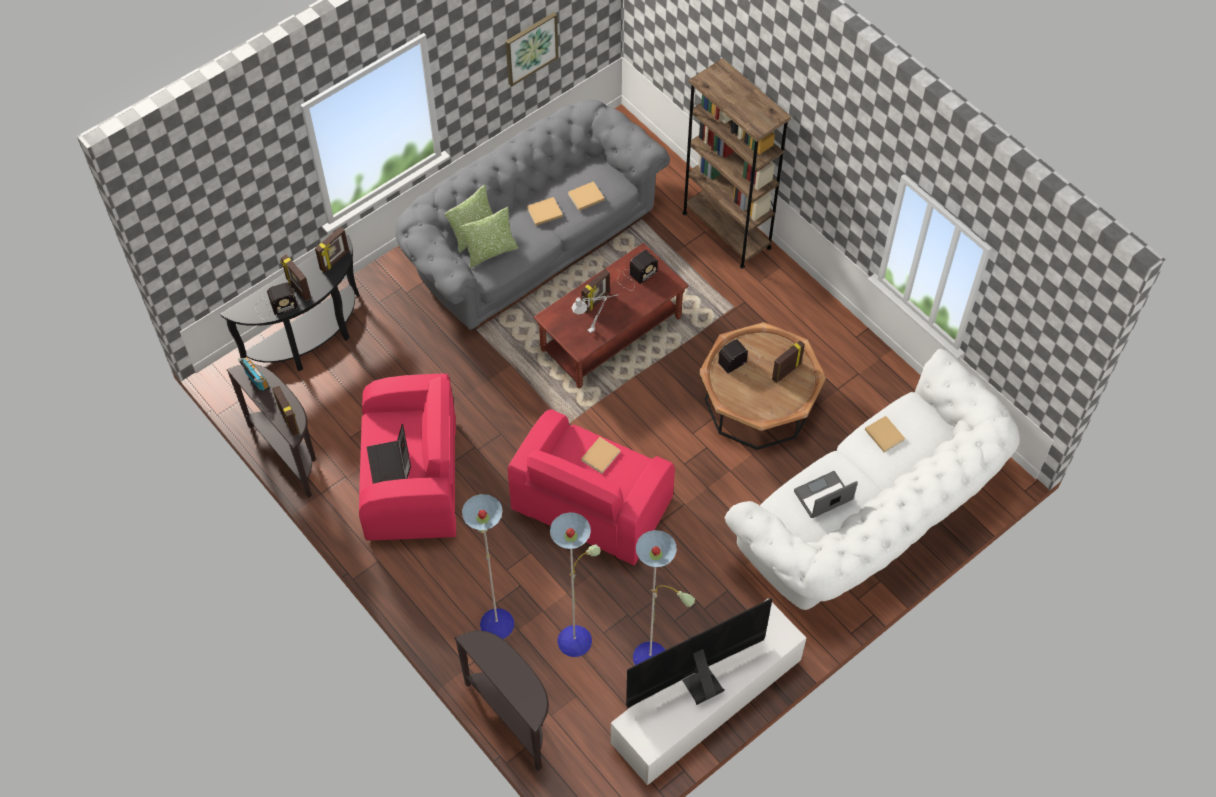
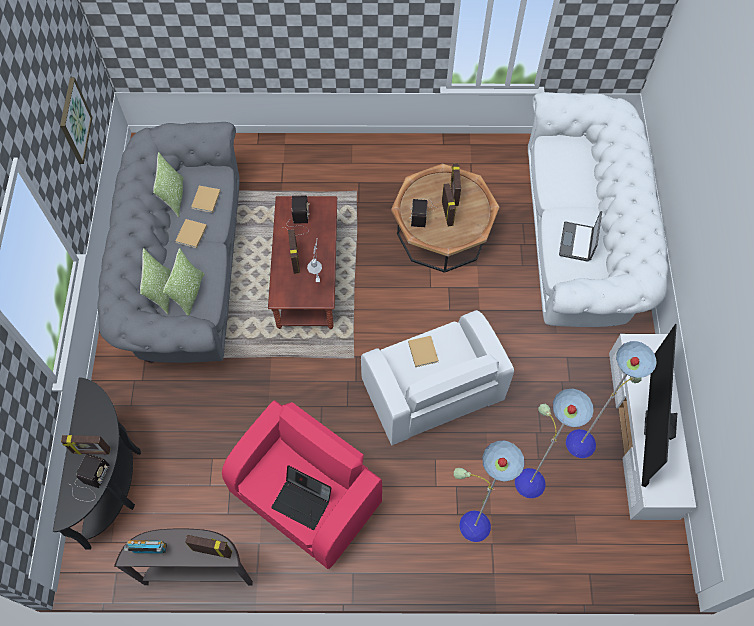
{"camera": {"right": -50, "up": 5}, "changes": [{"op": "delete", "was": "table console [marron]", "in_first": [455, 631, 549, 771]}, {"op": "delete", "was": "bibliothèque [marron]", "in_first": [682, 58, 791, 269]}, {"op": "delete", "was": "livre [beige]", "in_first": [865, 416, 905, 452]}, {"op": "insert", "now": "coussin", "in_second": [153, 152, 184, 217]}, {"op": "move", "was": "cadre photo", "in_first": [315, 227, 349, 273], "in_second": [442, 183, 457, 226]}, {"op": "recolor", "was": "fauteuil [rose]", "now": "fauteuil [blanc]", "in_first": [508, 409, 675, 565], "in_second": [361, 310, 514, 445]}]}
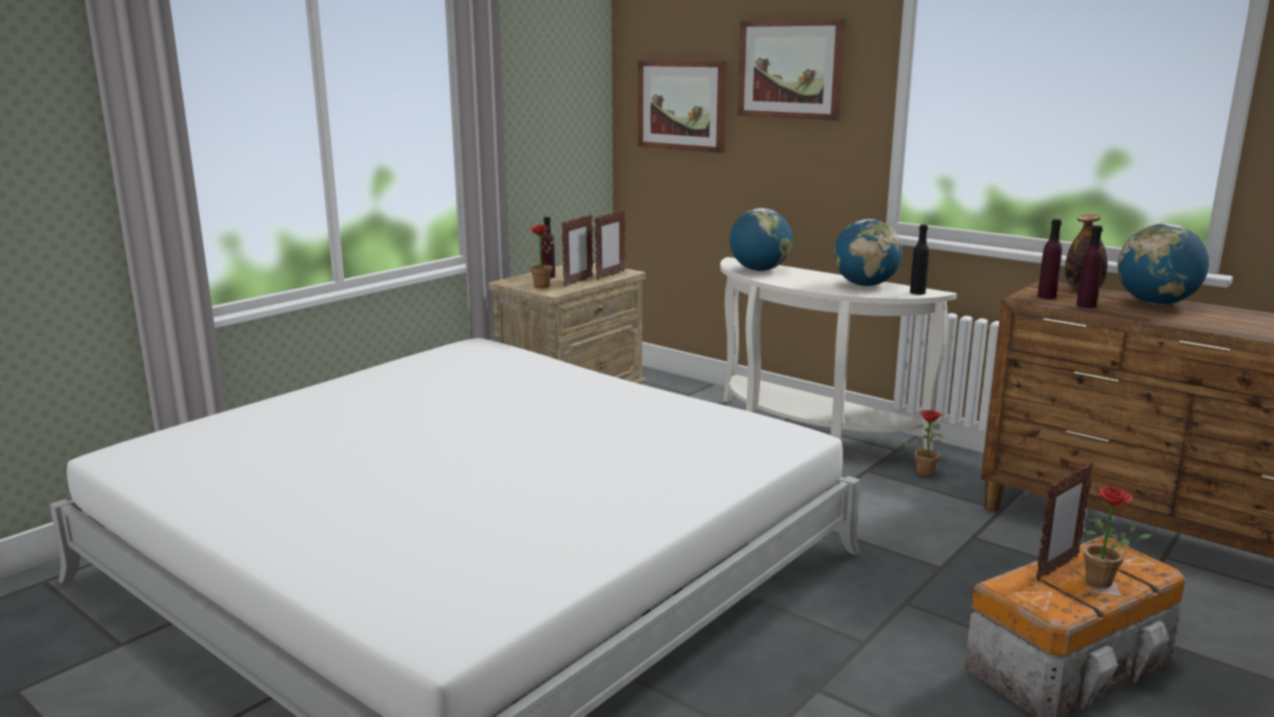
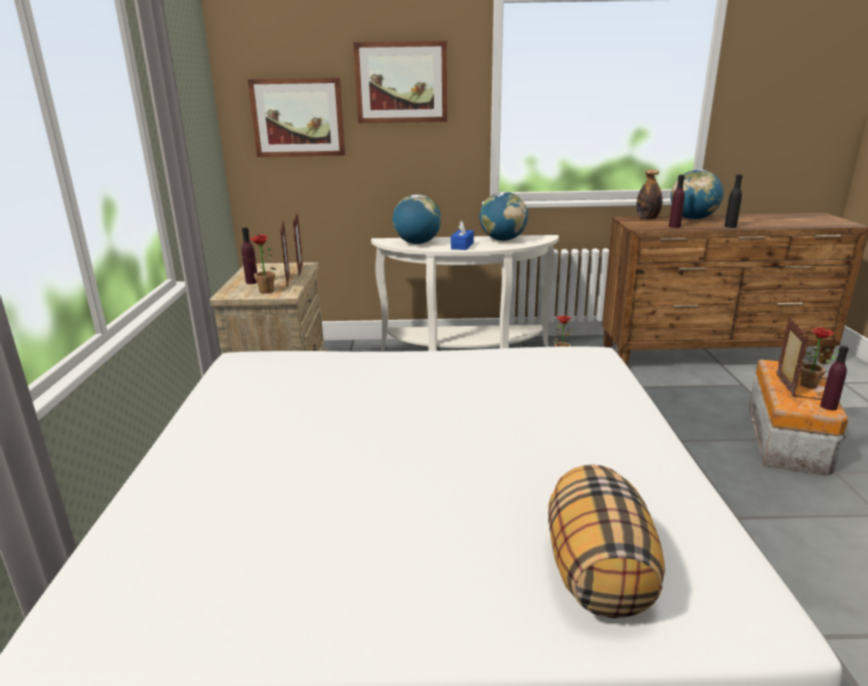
{"camera": {"right": -40, "up": 5}, "changes": [{"op": "insert", "now": "boîte à mouchoirs [bleu]", "in_second": [451, 220, 474, 250]}, {"op": "insert", "now": "coussin", "in_second": [548, 465, 665, 618]}, {"op": "move", "was": "bouteille [noir]", "in_first": [910, 225, 929, 295], "in_second": [725, 174, 743, 228]}, {"op": "move", "was": "bouteille [violet]", "in_first": [1037, 219, 1062, 299], "in_second": [820, 345, 849, 410]}]}
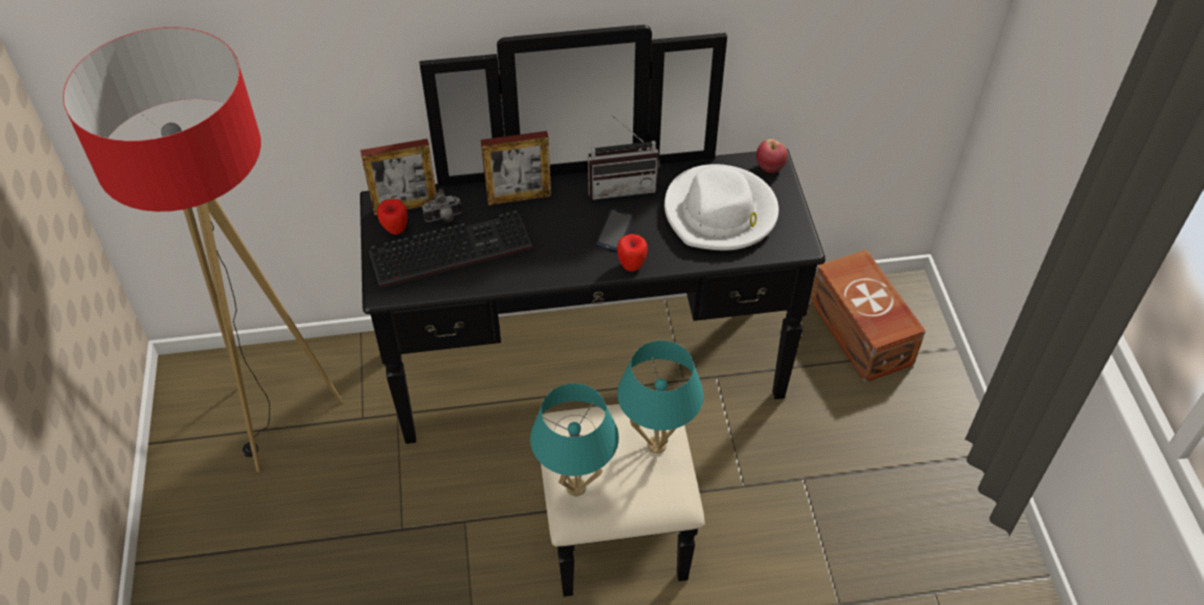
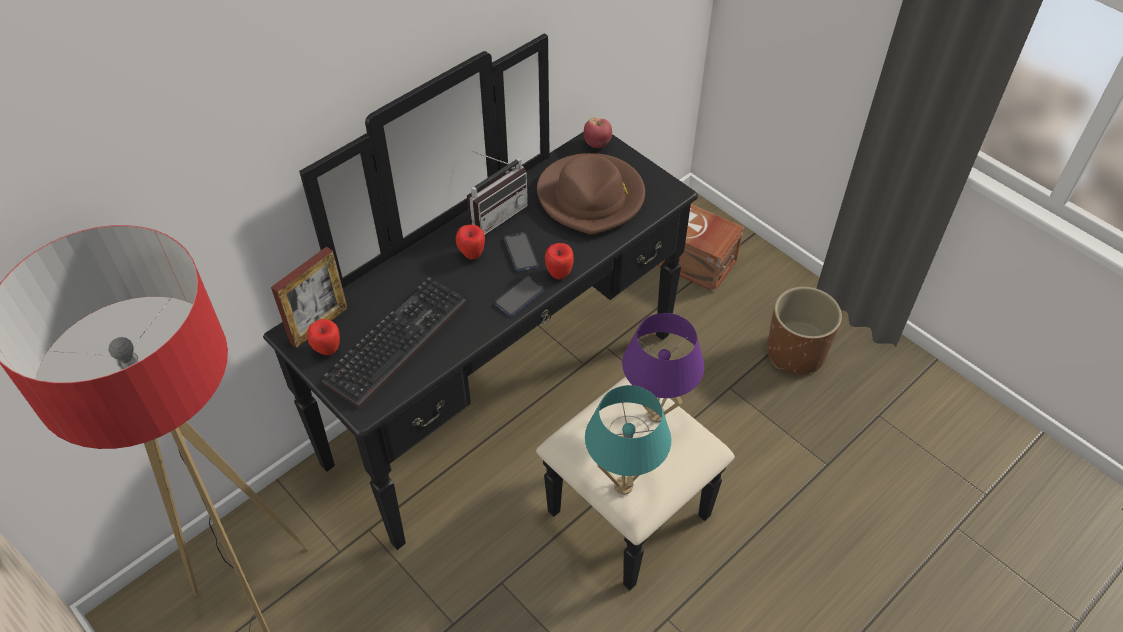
{"camera": {"right": -35, "up": 0}, "changes": [{"op": "delete", "was": "appareil photo", "in_first": [422, 189, 462, 222]}, {"op": "delete", "was": "cadre photo", "in_first": [481, 131, 551, 205]}, {"op": "insert", "now": "pomme", "in_second": [456, 225, 485, 260]}, {"op": "insert", "now": "téléphone", "in_second": [495, 275, 544, 316]}, {"op": "insert", "now": "cache-pot [marron]", "in_second": [767, 287, 842, 375]}, {"op": "recolor", "was": "lampe de table [turquoise]", "now": "lampe de table [violet]", "in_first": [617, 341, 704, 454], "in_second": [622, 313, 704, 422]}, {"op": "recolor", "was": "chapeau [blanc]", "now": "chapeau [marron]", "in_first": [664, 164, 779, 250], "in_second": [537, 153, 645, 234]}]}
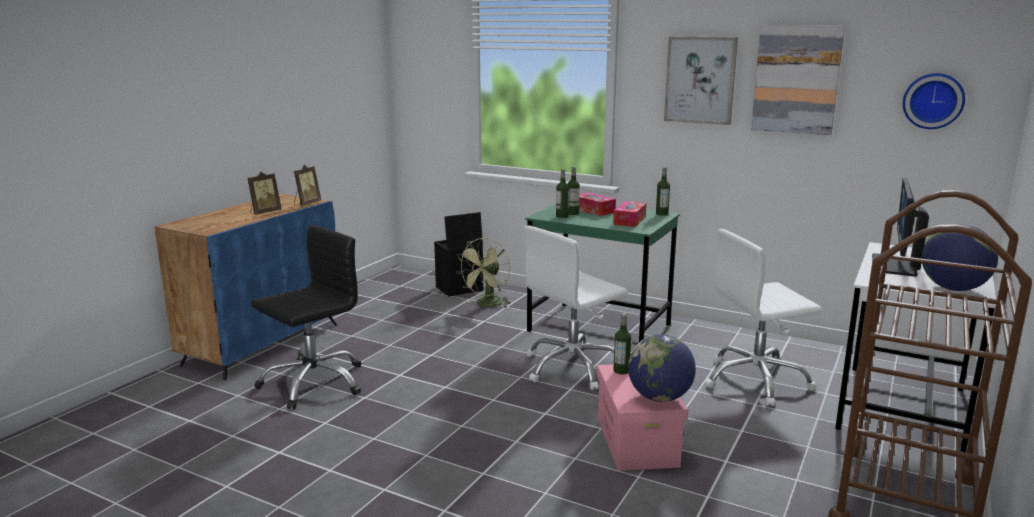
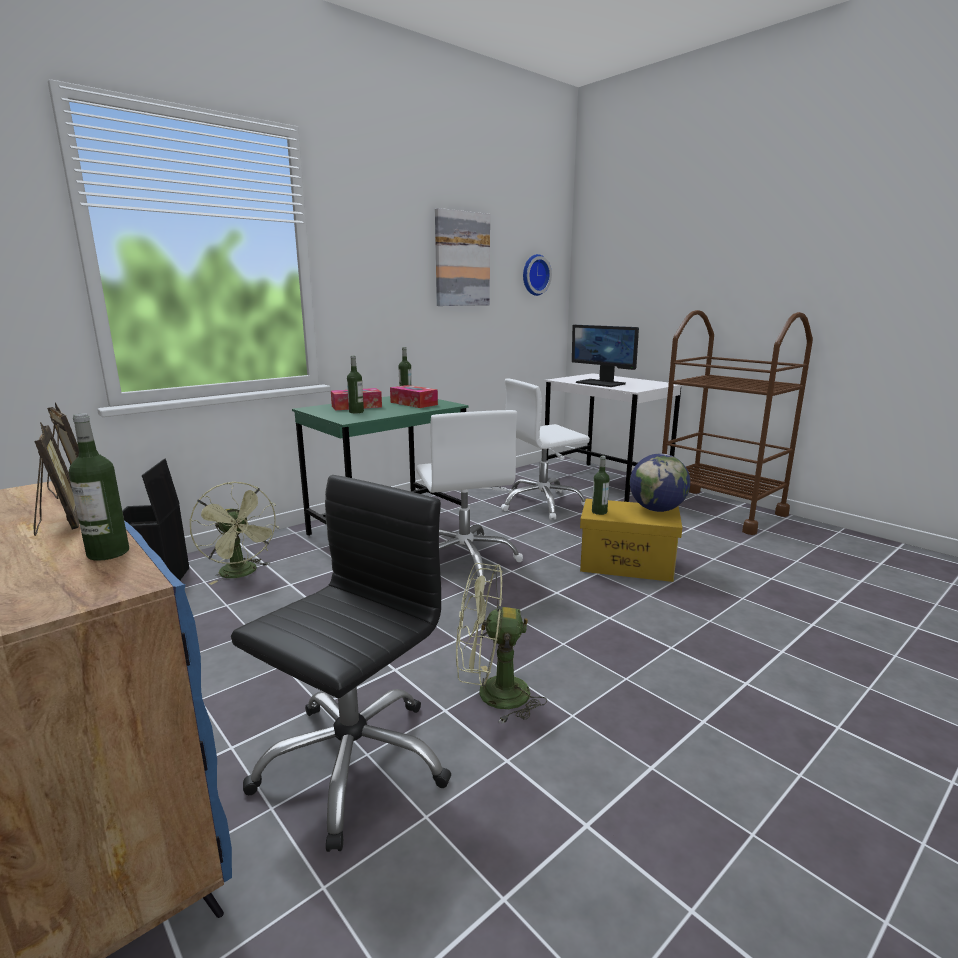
{"camera": {"right": -70, "up": 0}, "changes": [{"op": "delete", "was": "tableau", "in_first": [664, 36, 738, 125]}, {"op": "delete", "was": "globe", "in_first": [922, 224, 998, 291]}, {"op": "insert", "now": "ventilateur [vert]", "in_second": [456, 563, 547, 724]}, {"op": "move", "was": "bouteille", "in_first": [556, 169, 569, 218], "in_second": [69, 413, 129, 561]}, {"op": "recolor", "was": "boîte de rangement [rose]", "now": "boîte de rangement [jaune]", "in_first": [597, 364, 688, 471], "in_second": [580, 499, 682, 582]}, {"op": "rotate", "was": "chaise de bureau [noir]", "in_first": [251, 224, 361, 409], "in_second": [231, 475, 451, 852], "clockwise": 60}, {"op": "rotate", "was": "chaise de bureau [blanc]", "in_first": [705, 229, 822, 406], "in_second": [501, 378, 590, 520], "clockwise": 60}]}
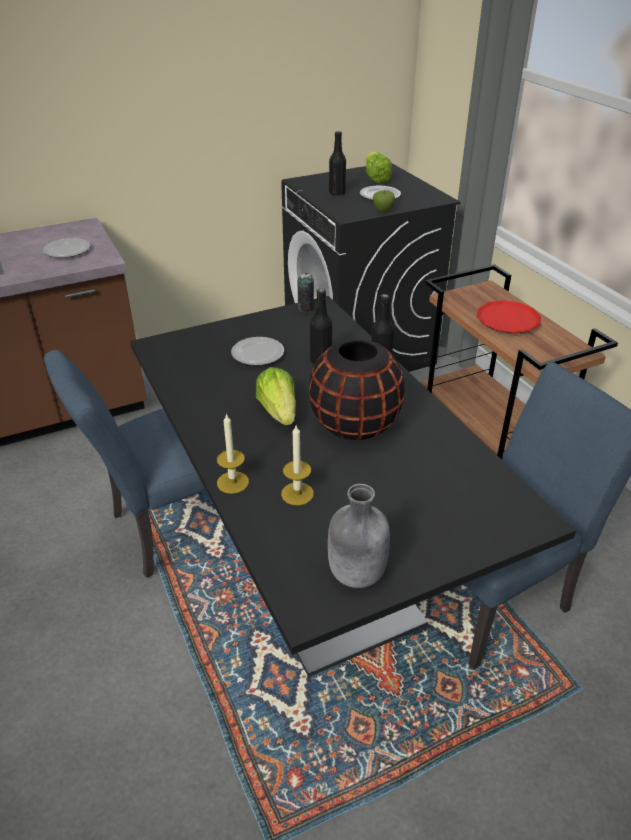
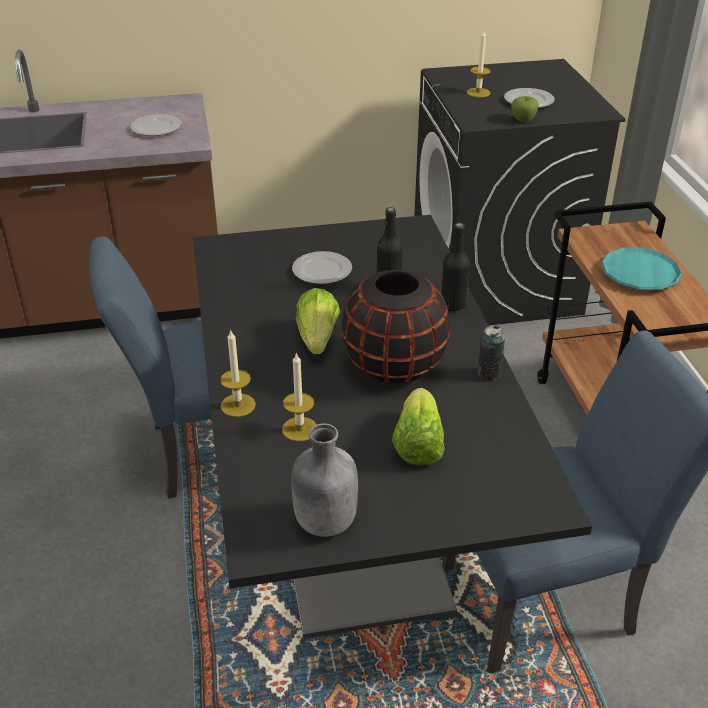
{"camera": {"right": 15, "up": 0}, "changes": [{"op": "move", "was": "boîte métallique", "in_first": [298, 273, 314, 313], "in_second": [477, 326, 505, 381]}, {"op": "move", "was": "laitue", "in_first": [366, 151, 392, 184], "in_second": [392, 388, 445, 465]}, {"op": "replace", "was": "bouteille [noir]", "now": "bougie", "in_first": [329, 131, 346, 196], "in_second": [467, 30, 491, 98]}, {"op": "recolor", "was": "assiette [rouge]", "now": "assiette [turquoise]", "in_first": [477, 300, 541, 334], "in_second": [601, 247, 682, 290]}]}
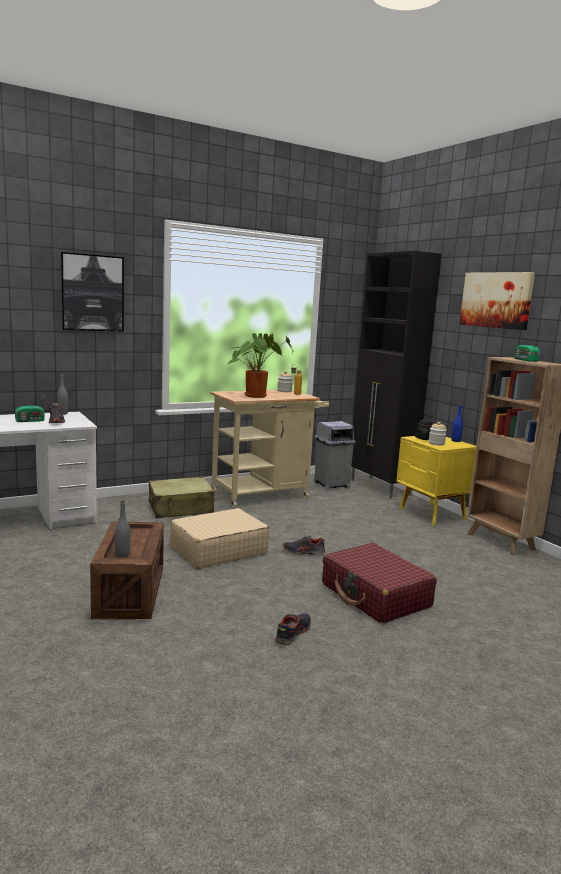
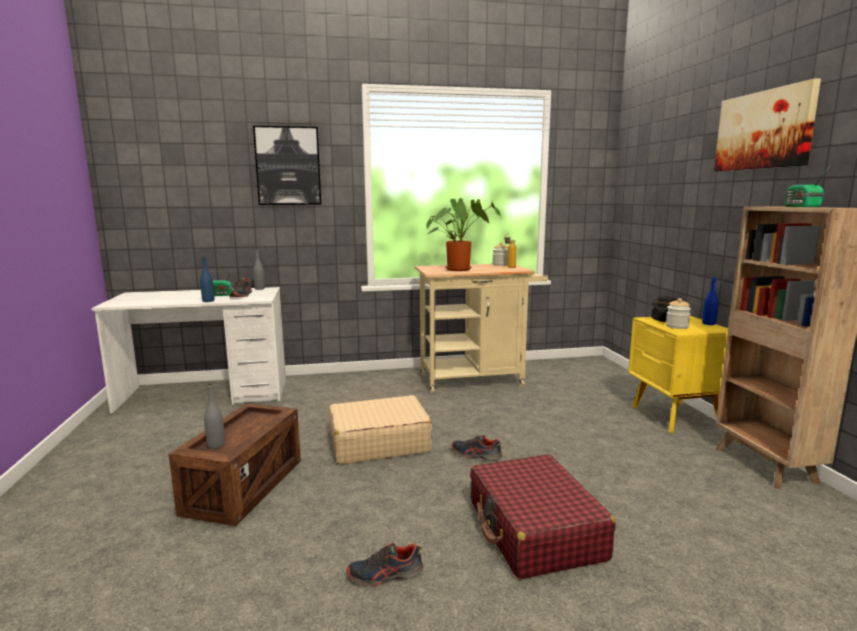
{"camera": {"right": 20, "up": 0}, "changes": [{"op": "delete", "was": "valise [beige]", "in_first": [149, 477, 215, 519]}, {"op": "delete", "was": "poubelle [gris]", "in_first": [314, 421, 356, 490]}, {"op": "delete", "was": "meuble de rangement [noir]", "in_first": [351, 251, 441, 499]}, {"op": "insert", "now": "bouteille [bleu]", "in_second": [200, 256, 214, 302]}, {"op": "rotate", "was": "chaussure", "in_first": [275, 613, 311, 645], "in_second": [347, 543, 423, 586], "clockwise": -150}]}
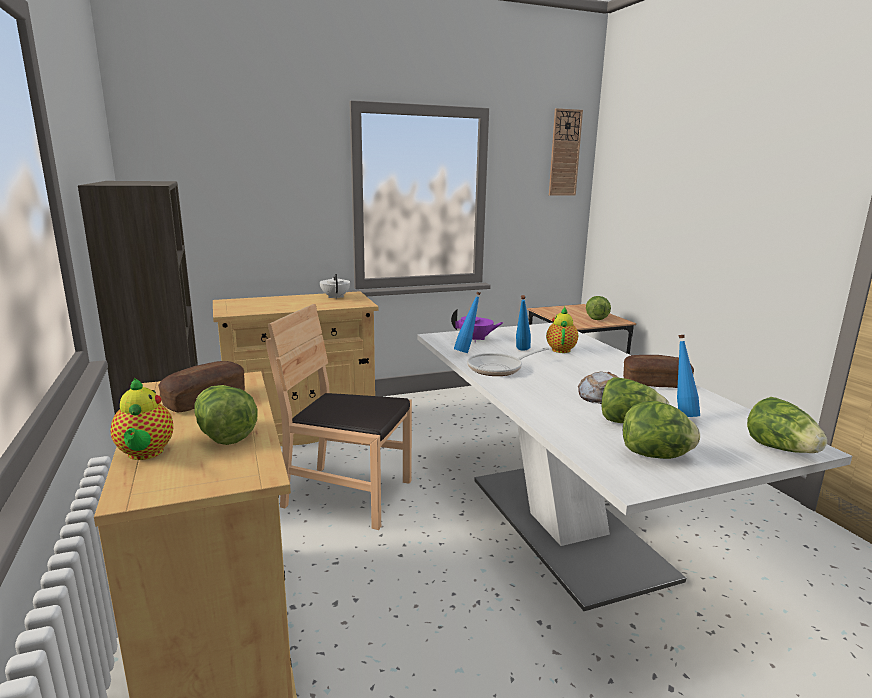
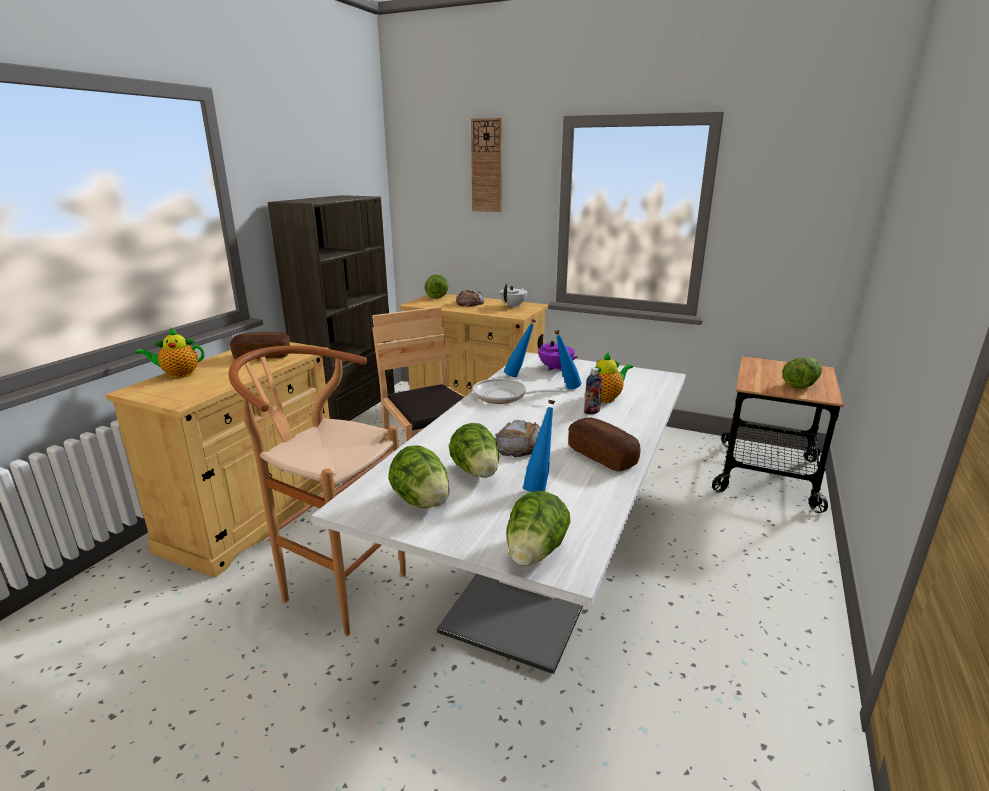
{"camera": {"right": 45, "up": 5}, "changes": [{"op": "insert", "now": "tabouret [marron]", "in_second": [228, 346, 406, 636]}, {"op": "insert", "now": "pain", "in_second": [456, 290, 484, 306]}, {"op": "insert", "now": "bouteille", "in_second": [584, 368, 602, 414]}, {"op": "move", "was": "laitue", "in_first": [194, 385, 258, 445], "in_second": [425, 275, 448, 299]}, {"op": "move", "was": "horloge murale", "in_first": [549, 108, 583, 196], "in_second": [471, 118, 502, 212]}, {"op": "rotate", "was": "théière", "in_first": [111, 378, 173, 460], "in_second": [135, 328, 204, 378], "clockwise": 45}]}
